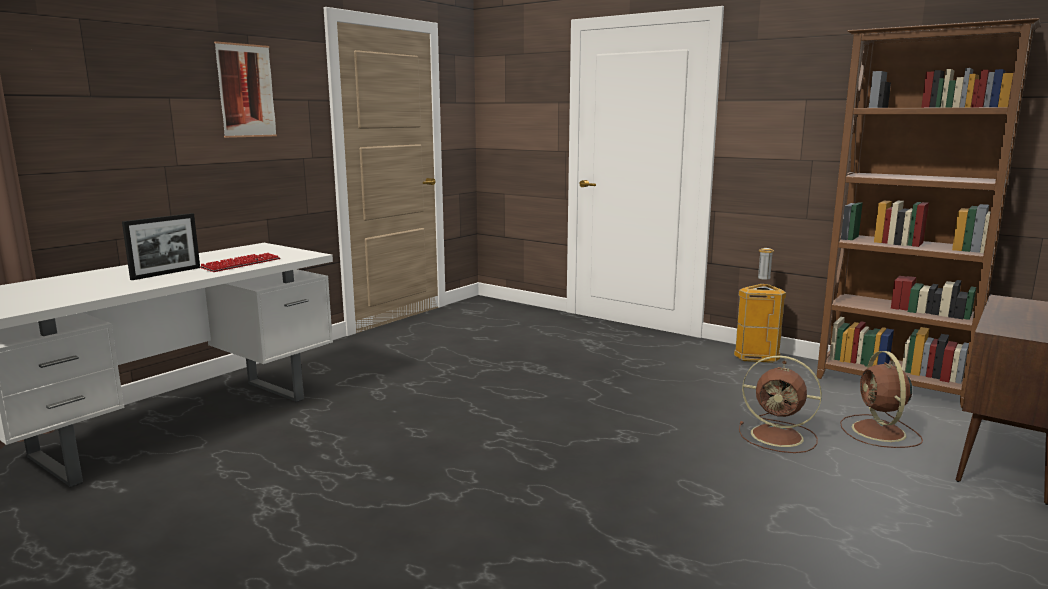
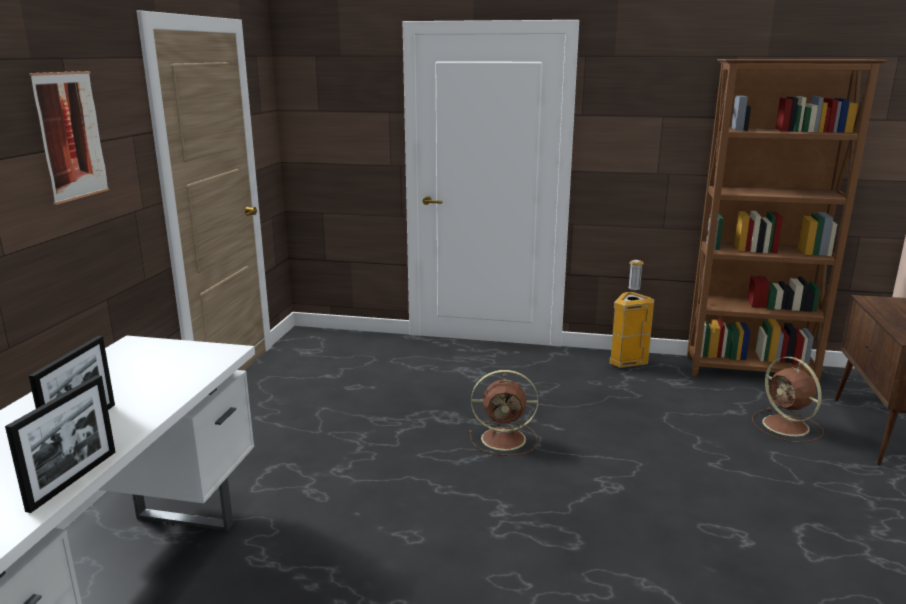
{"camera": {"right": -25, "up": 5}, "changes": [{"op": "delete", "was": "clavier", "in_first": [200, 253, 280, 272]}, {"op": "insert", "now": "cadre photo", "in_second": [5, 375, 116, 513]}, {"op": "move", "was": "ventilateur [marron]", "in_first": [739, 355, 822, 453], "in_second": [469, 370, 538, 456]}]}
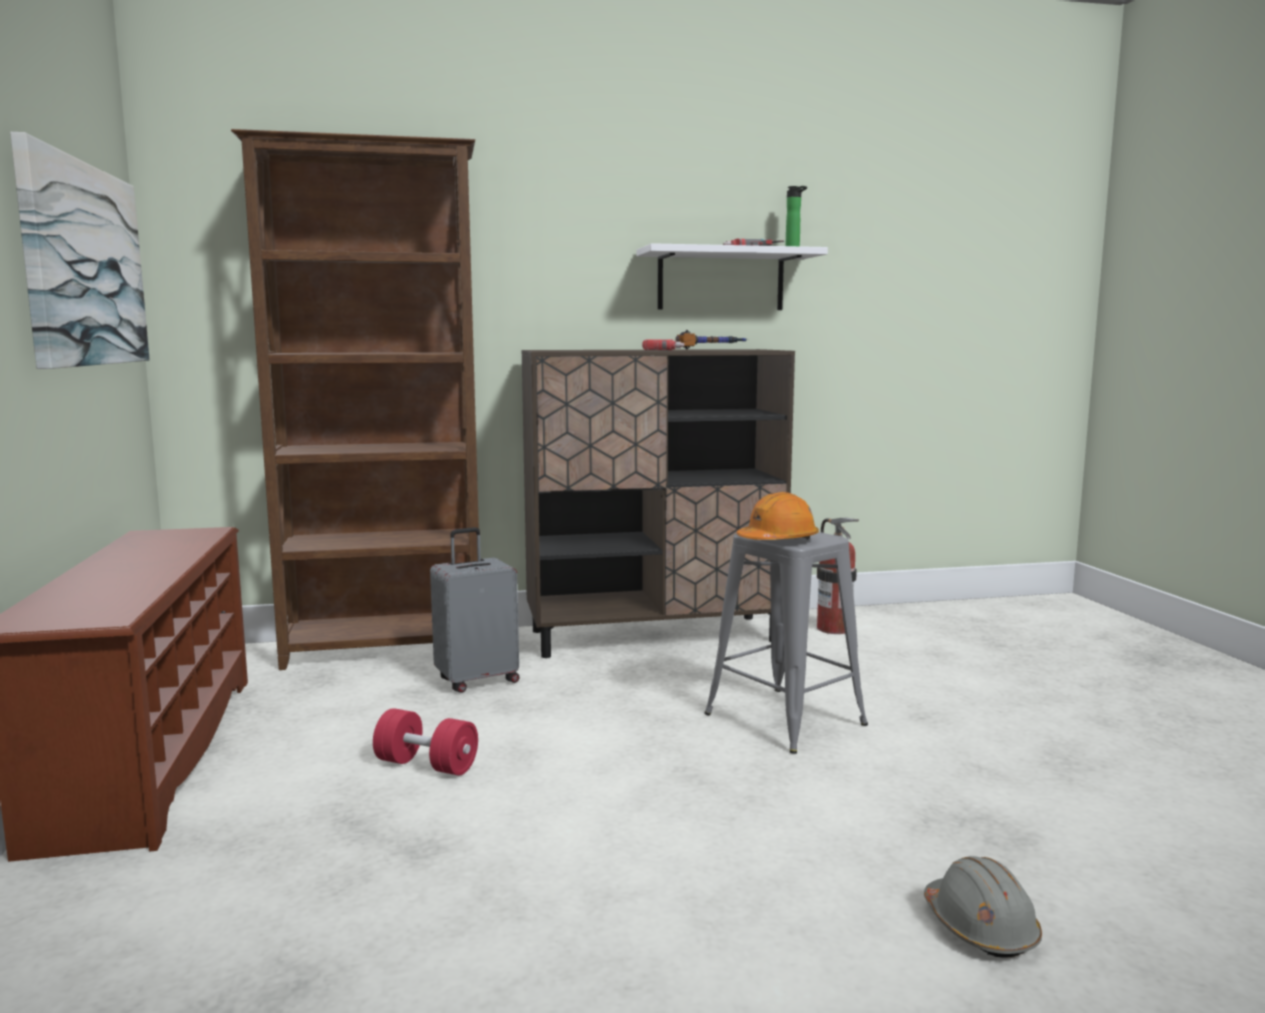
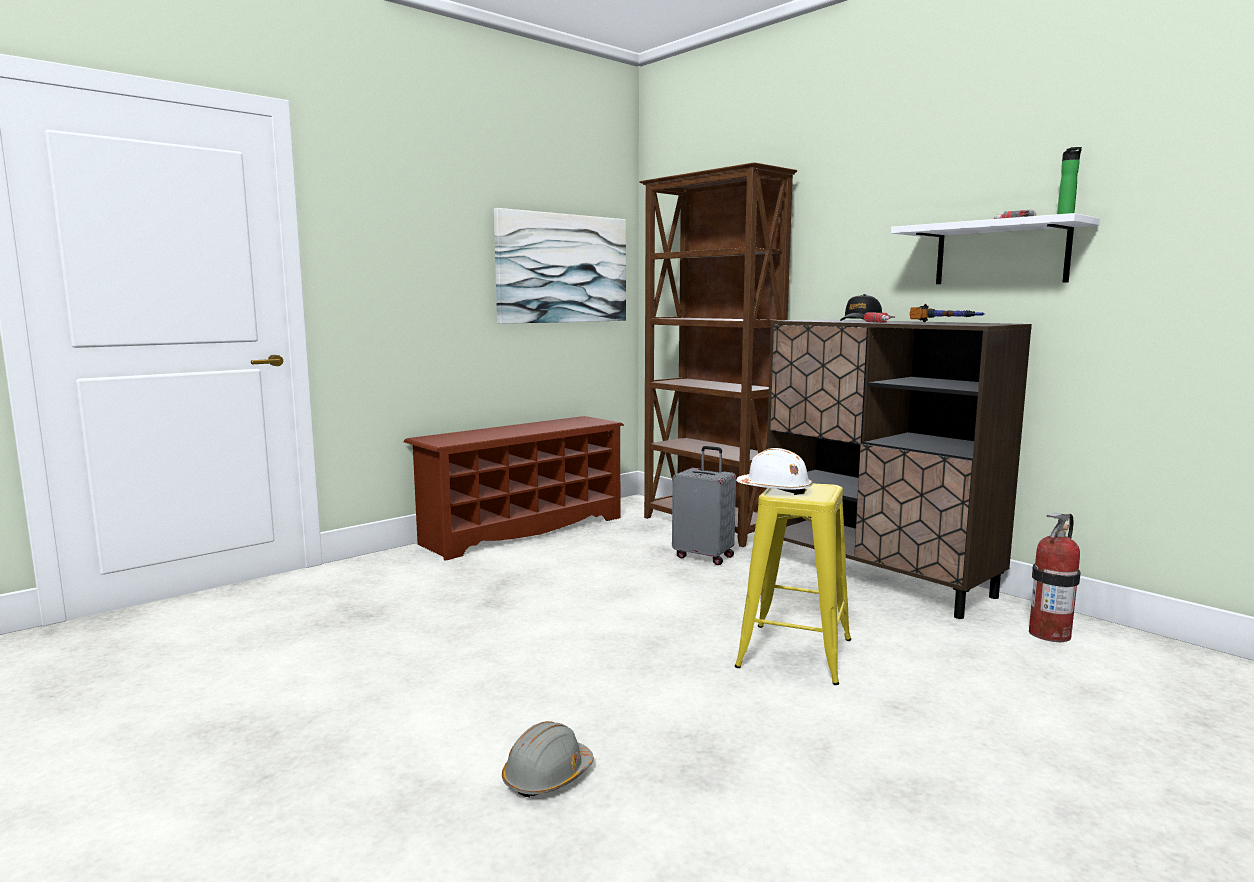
{"camera": {"right": 60, "up": 0}, "changes": [{"op": "delete", "was": "haltère [rouge]", "in_first": [373, 708, 478, 776]}, {"op": "insert", "now": "casquette [noir]", "in_second": [840, 294, 882, 321]}, {"op": "recolor", "was": "tabouret [gris]", "now": "tabouret [jaune]", "in_first": [704, 532, 868, 754], "in_second": [735, 483, 851, 685]}, {"op": "recolor", "was": "casque de chantier [orange]", "now": "casque de chantier [blanc]", "in_first": [737, 492, 819, 540], "in_second": [736, 448, 812, 495]}]}
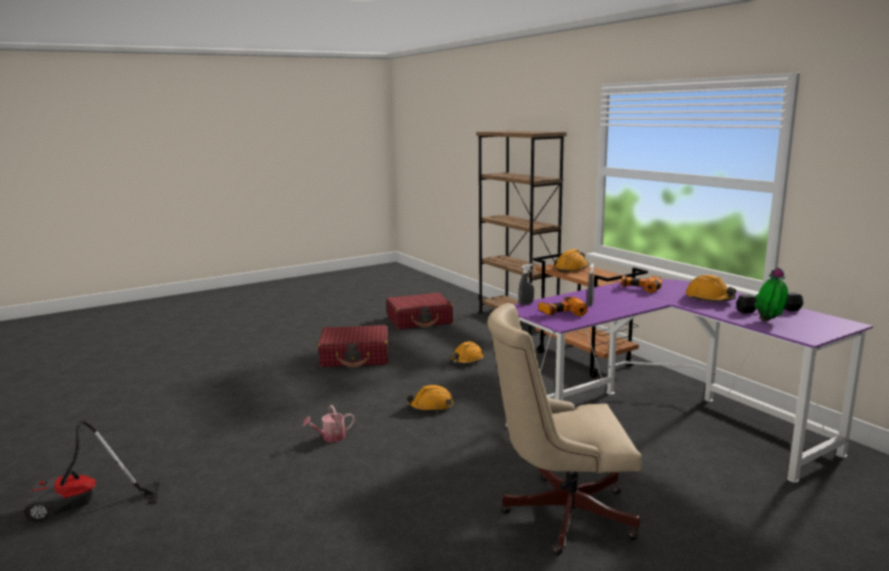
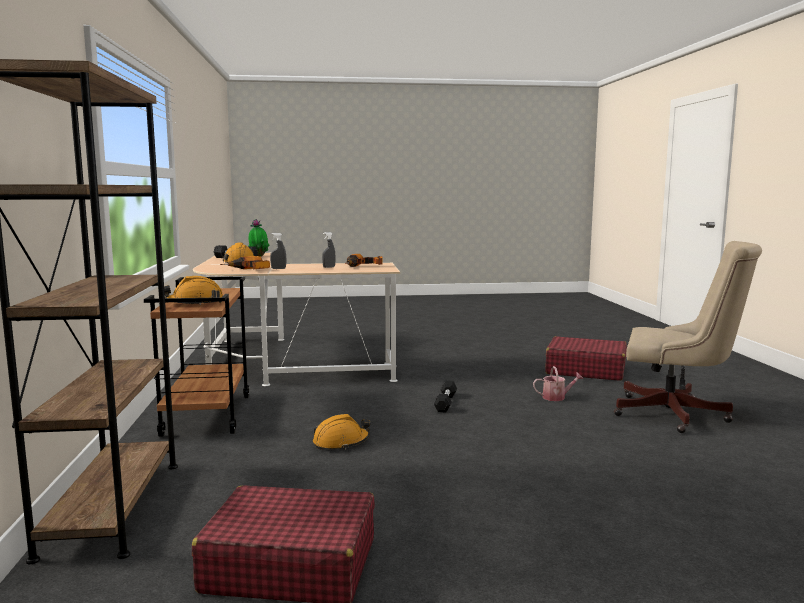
{"camera": {"right": -155, "up": -5}, "changes": [{"op": "delete", "was": "aspirateur", "in_first": [23, 420, 160, 522]}, {"op": "move", "was": "valise [rouge]", "in_first": [318, 325, 388, 367], "in_second": [545, 336, 627, 381]}, {"op": "move", "was": "chaise de bureau [beige]", "in_first": [487, 303, 642, 555], "in_second": [614, 241, 762, 433]}, {"op": "move", "was": "vaporisateur [gris]", "in_first": [518, 264, 534, 305], "in_second": [270, 233, 286, 269]}, {"op": "replace", "was": "casque de chantier [orange]", "now": "haltère [noir]", "in_first": [406, 385, 453, 413], "in_second": [434, 381, 457, 413]}, {"op": "recolor", "was": "bureau [violet]", "now": "bureau [beige]", "in_first": [505, 279, 873, 483], "in_second": [193, 253, 400, 386]}]}
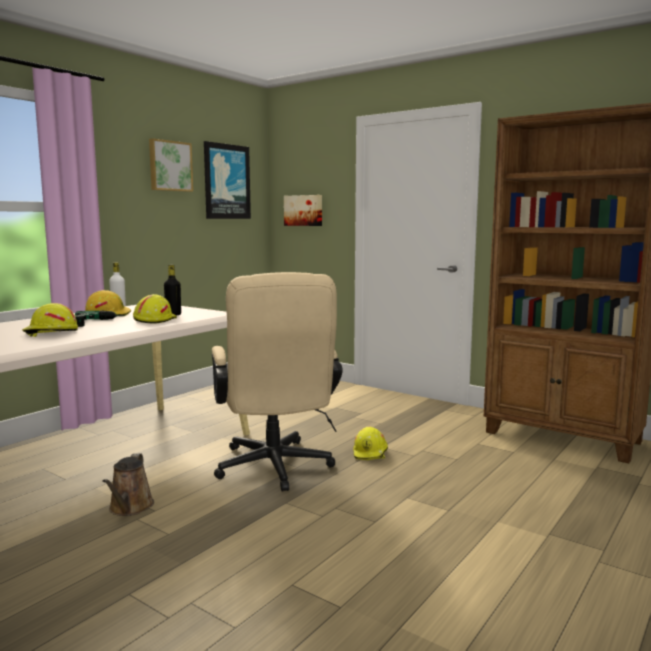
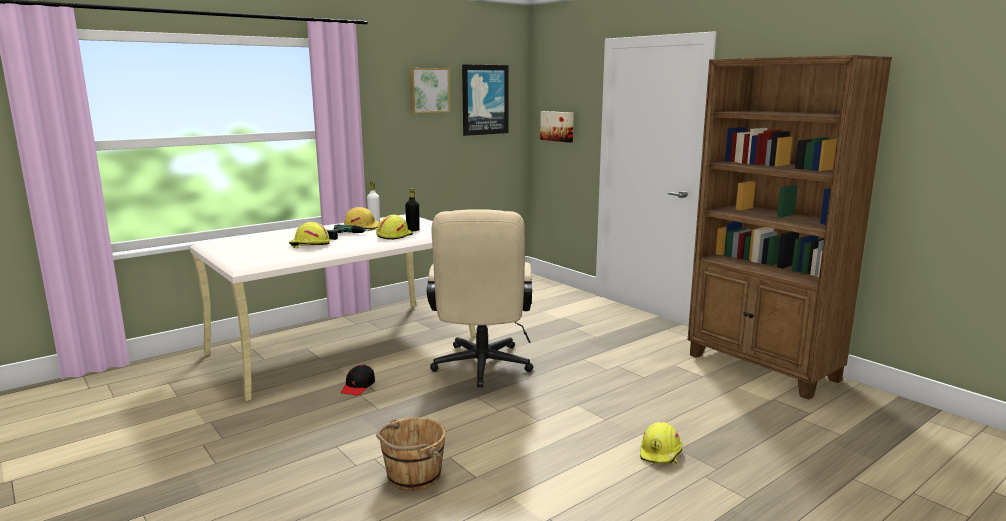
{"camera": {"right": 15, "up": 5}, "changes": [{"op": "insert", "now": "seau [marron]", "in_second": [376, 418, 446, 491]}, {"op": "move", "was": "casque de chantier [jaune]", "in_first": [353, 426, 388, 460], "in_second": [640, 421, 682, 464]}, {"op": "replace", "was": "arrosoir [marron]", "now": "casquette [noir]", "in_first": [102, 453, 154, 516], "in_second": [341, 365, 375, 396]}]}
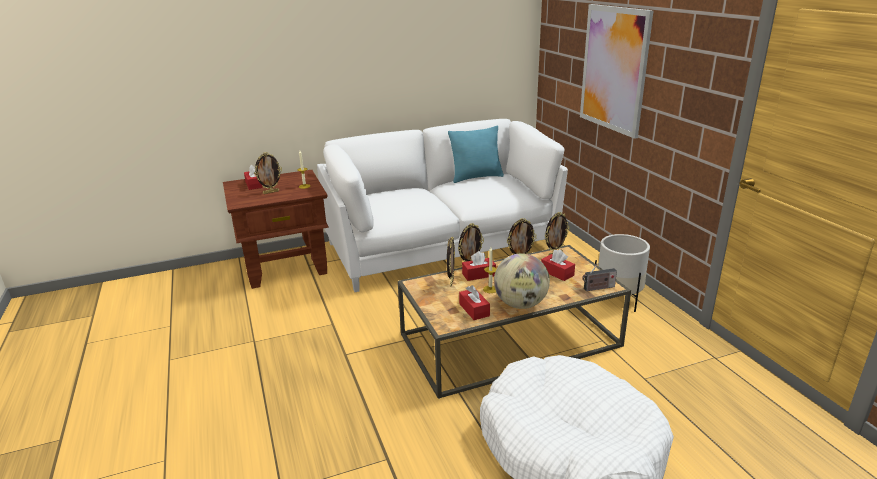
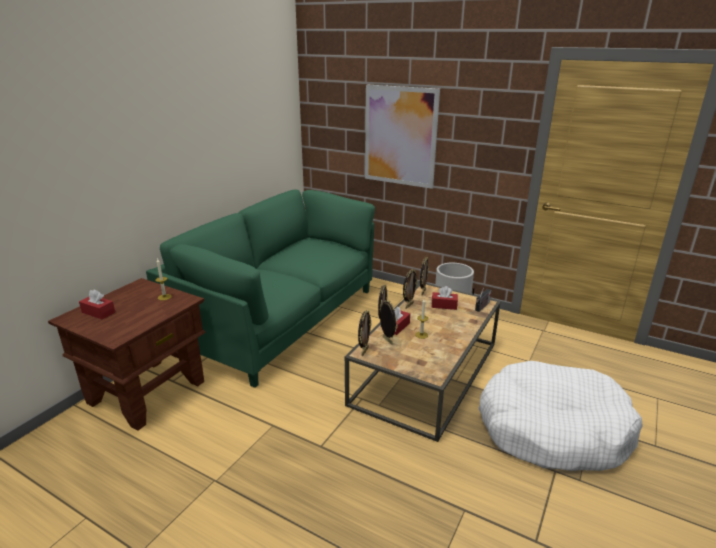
{"camera": {"right": -40, "up": 0}, "changes": [{"op": "delete", "was": "coussin [turquoise]", "in_first": [448, 126, 504, 183]}, {"op": "delete", "was": "boîte à mouchoirs [rouge]", "in_first": [459, 285, 490, 320]}, {"op": "delete", "was": "globe", "in_first": [494, 253, 550, 309]}, {"op": "move", "was": "cadre photo", "in_first": [254, 152, 282, 194], "in_second": [358, 310, 372, 356]}, {"op": "recolor", "was": "canapé [blanc]", "now": "canapé [vert]", "in_first": [317, 119, 568, 292], "in_second": [146, 189, 375, 388]}]}
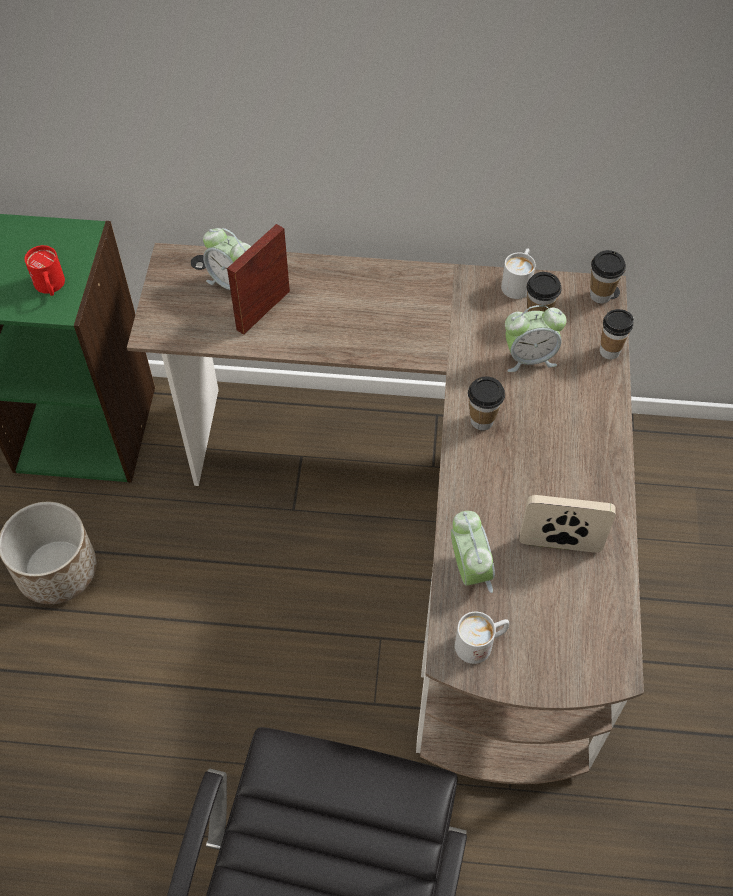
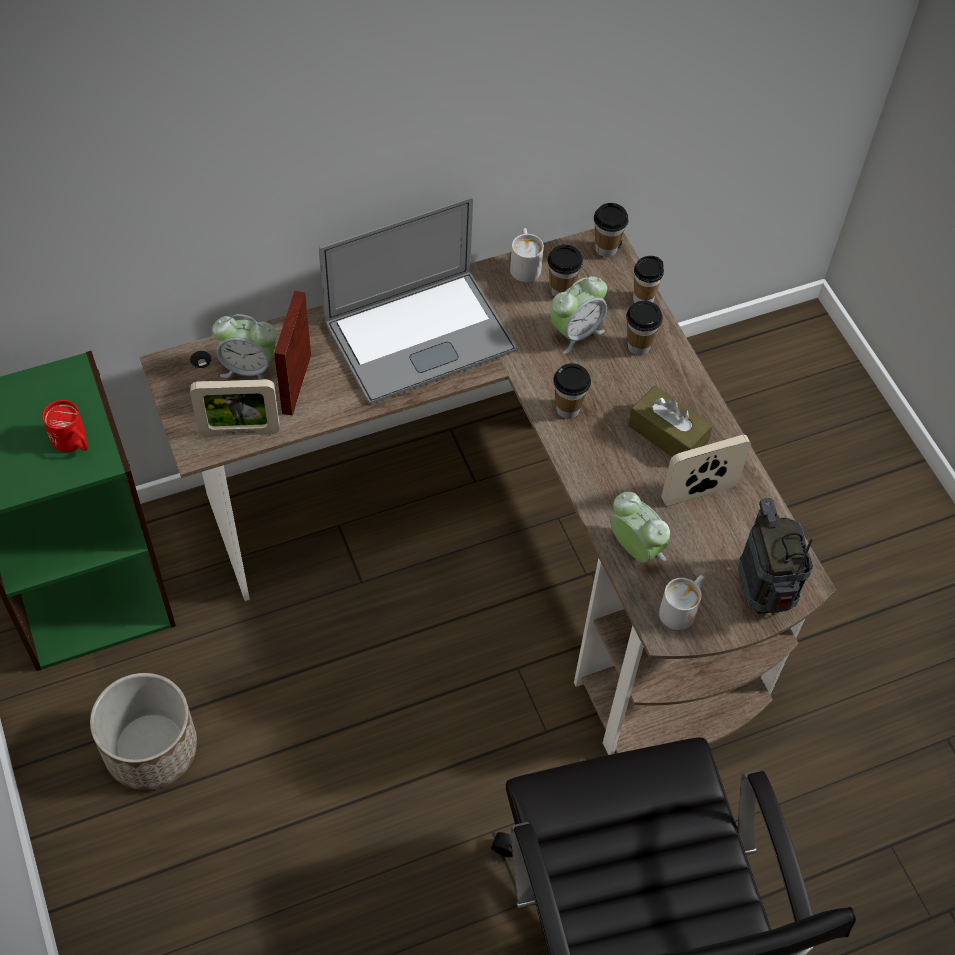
{"camera": {"right": -30, "up": 0}, "changes": [{"op": "insert", "now": "cadre photo", "in_second": [190, 379, 279, 436]}, {"op": "insert", "now": "ordinateur portable", "in_second": [319, 197, 516, 405]}, {"op": "insert", "now": "tasse", "in_second": [626, 301, 663, 356]}, {"op": "insert", "now": "boîte à mouchoirs [marron]", "in_second": [628, 385, 713, 457]}, {"op": "insert", "now": "radio", "in_second": [738, 498, 813, 614]}]}
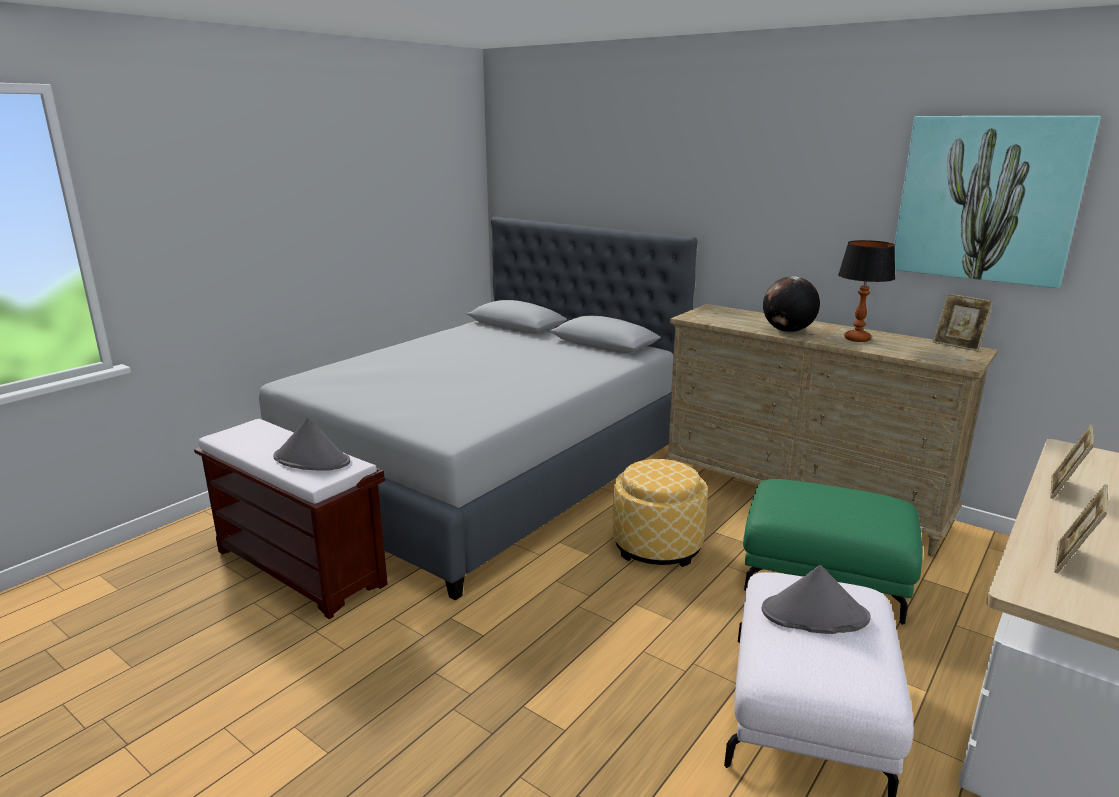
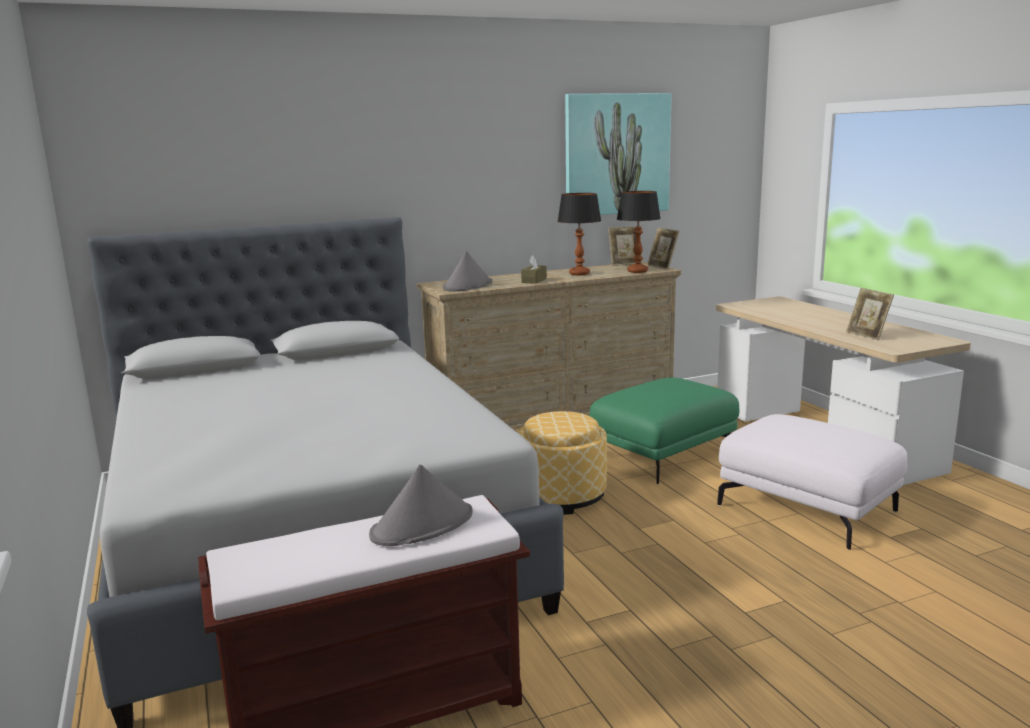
{"camera": {"right": -60, "up": -5}, "changes": [{"op": "insert", "now": "lampe de table", "in_second": [617, 191, 661, 273]}, {"op": "move", "was": "chapeau [gris]", "in_first": [762, 565, 871, 634], "in_second": [443, 251, 492, 292]}, {"op": "move", "was": "cadre photo", "in_first": [1050, 424, 1094, 499], "in_second": [647, 227, 679, 270]}, {"op": "replace", "was": "globe", "now": "boîte à mouchoirs [marron]", "in_first": [763, 276, 820, 332], "in_second": [521, 255, 547, 284]}]}
